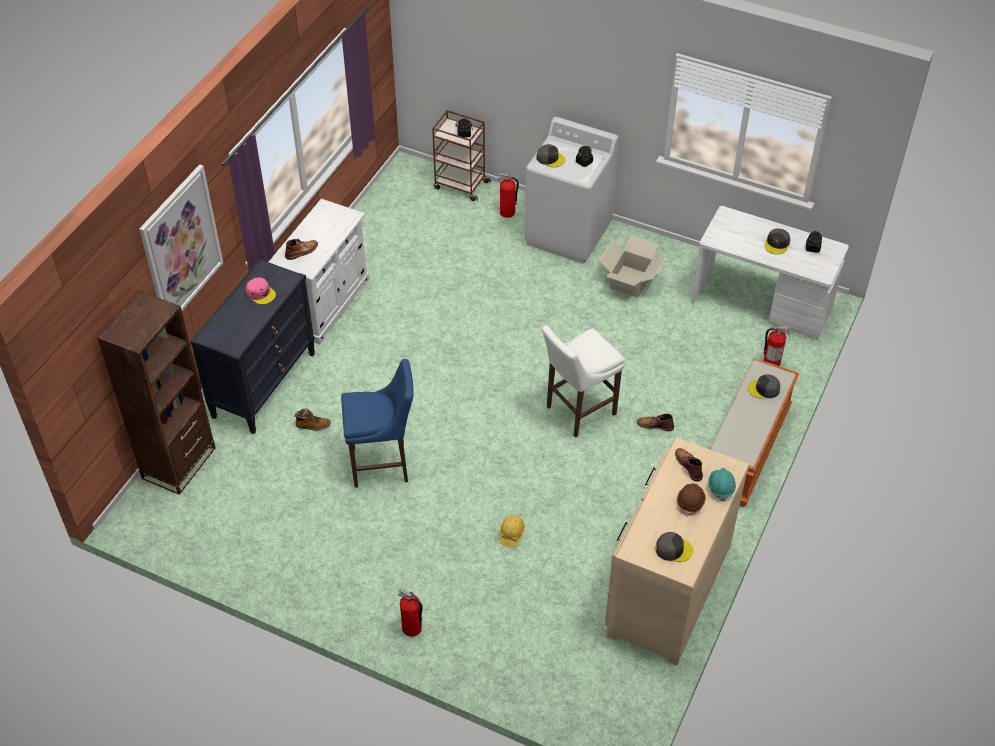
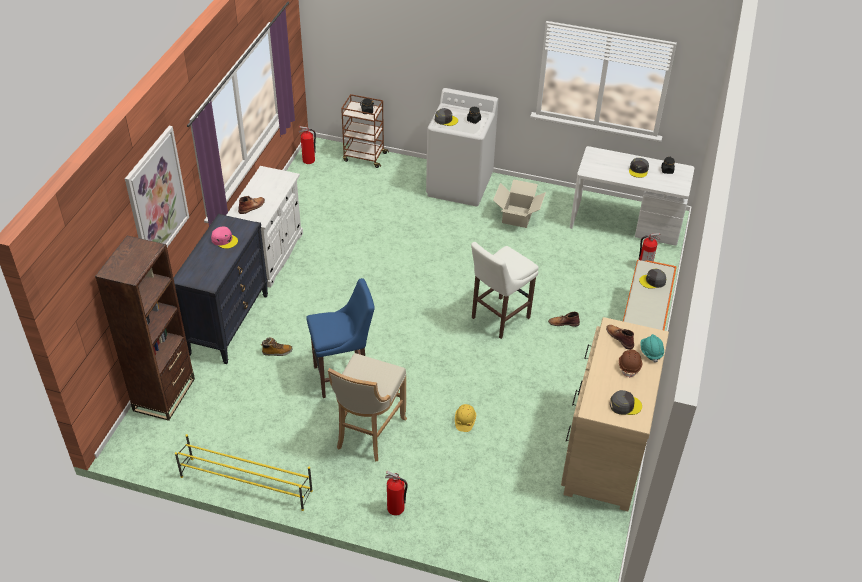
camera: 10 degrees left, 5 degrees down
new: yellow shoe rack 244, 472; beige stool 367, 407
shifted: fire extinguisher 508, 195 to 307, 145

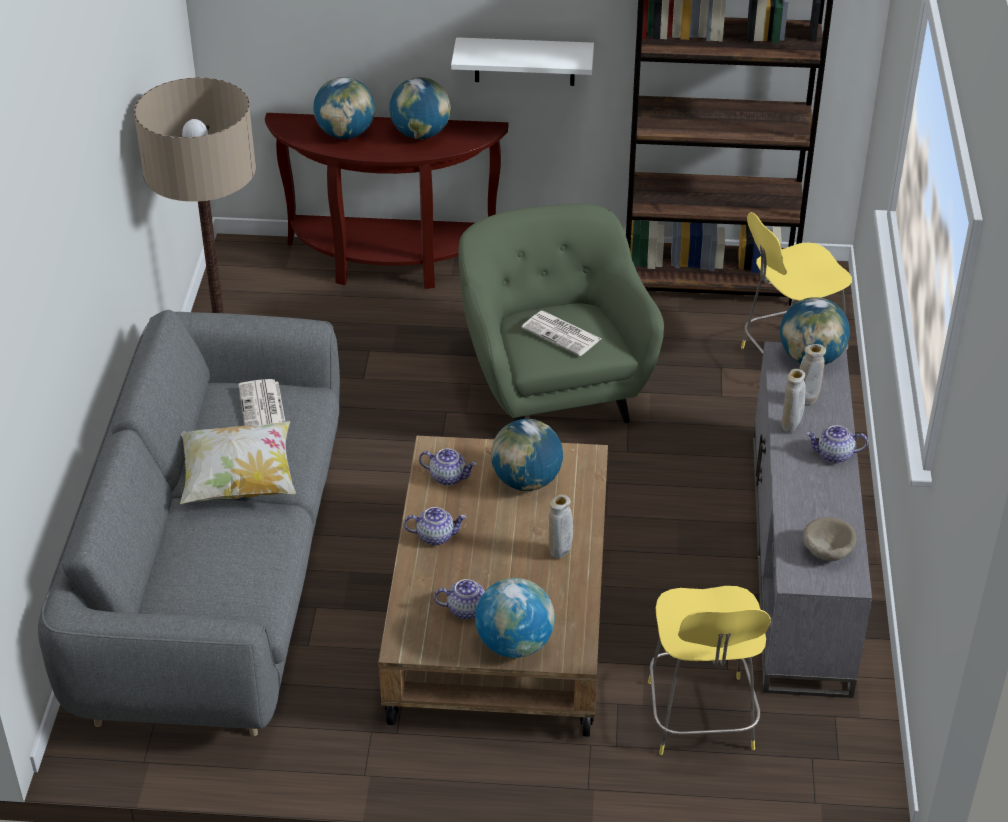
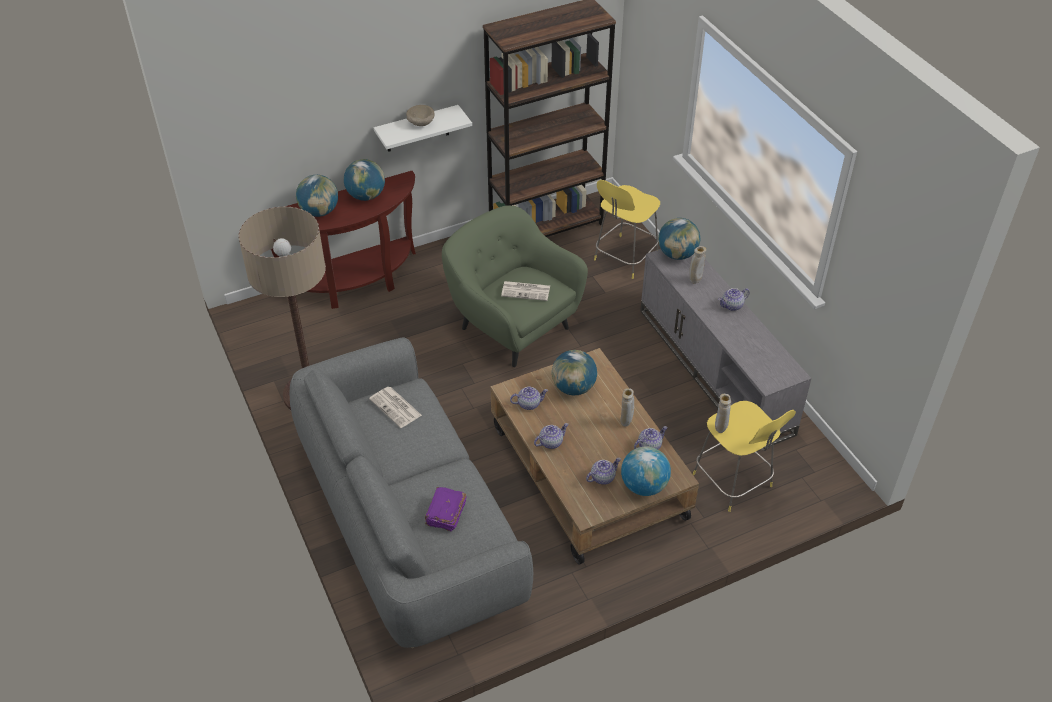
camera: 30 degrees left, 5 degrees up
gone: pillow 238, 462
new: purple book 445, 509; teapot 651, 438
shifted: beige bowl 829, 539 to 420, 115; beige vase 793, 401 to 723, 413

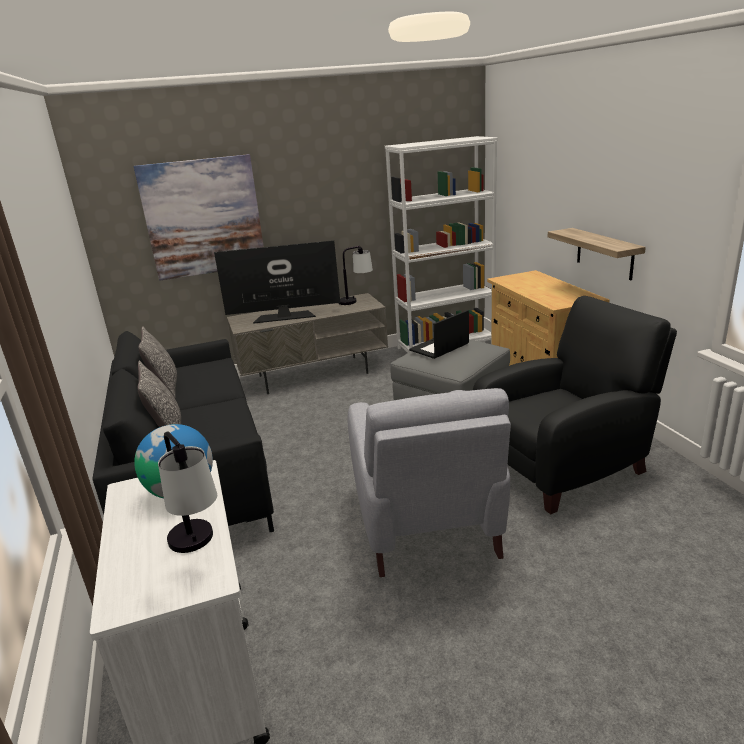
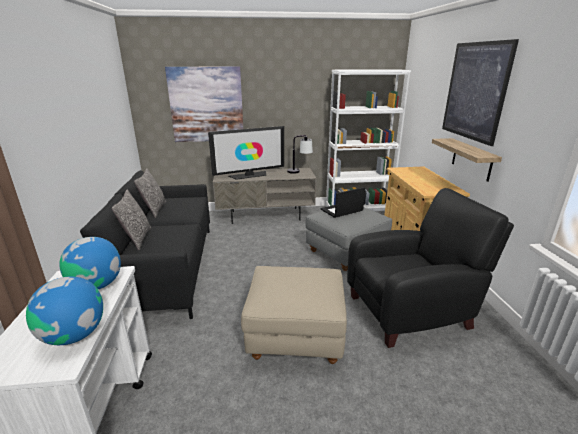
camera: 10 degrees right, 0 degrees up
new: picture 480, 92
swapped: table lamp 187, 492 to globe 64, 311; grey armchair 429, 482 to beige ottoman 294, 315
rotated: television 277, 282 = 246, 153 150 degrees clockwise

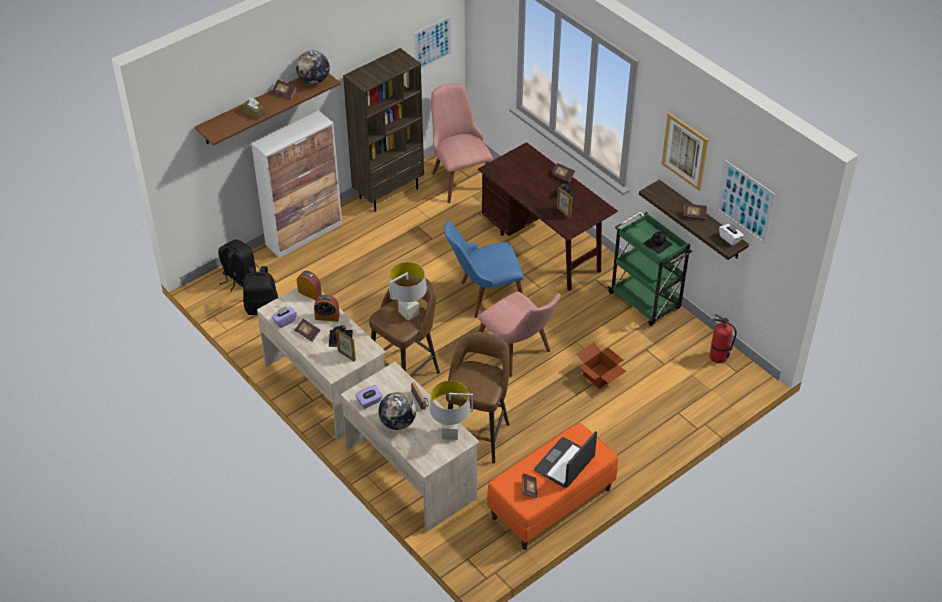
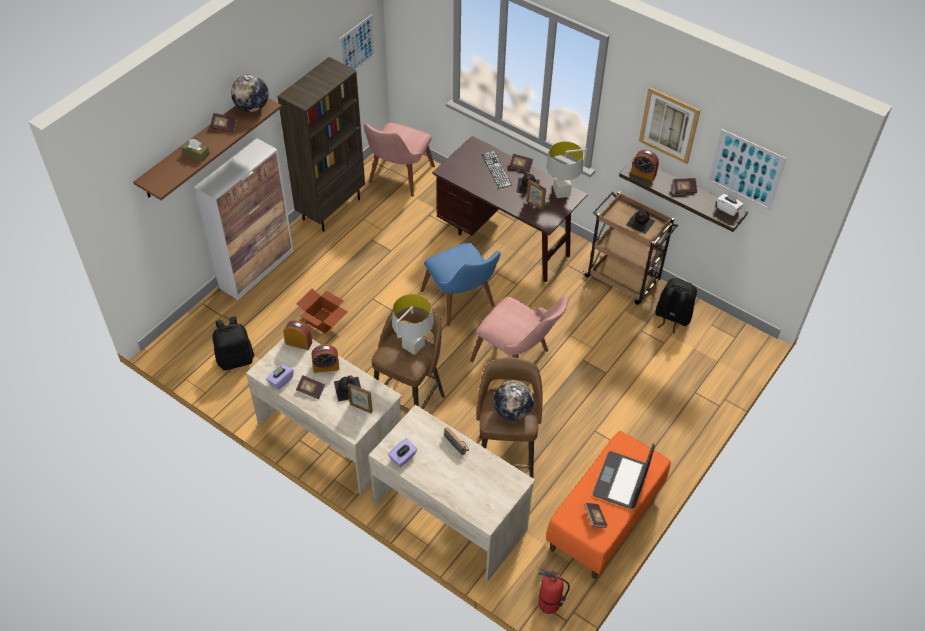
camera: 15 degrees left, 5 degrees up
new: keyboard 497, 170; alarm clock 645, 165
shifted: cardboard box 601, 366 to 322, 311; globe 397, 411 to 514, 400; fire extinguisher 723, 338 to 554, 591; grey table lamp 451, 410 to 566, 169; black backpack 237, 265 to 676, 306
repainted: green cart 650, 269 to brown cart 630, 248
rotated: pink chair 462, 143 = 399, 160 120 degrees counterclockwise; blue chair 484, 269 = 460, 284 90 degrees counterclockwise

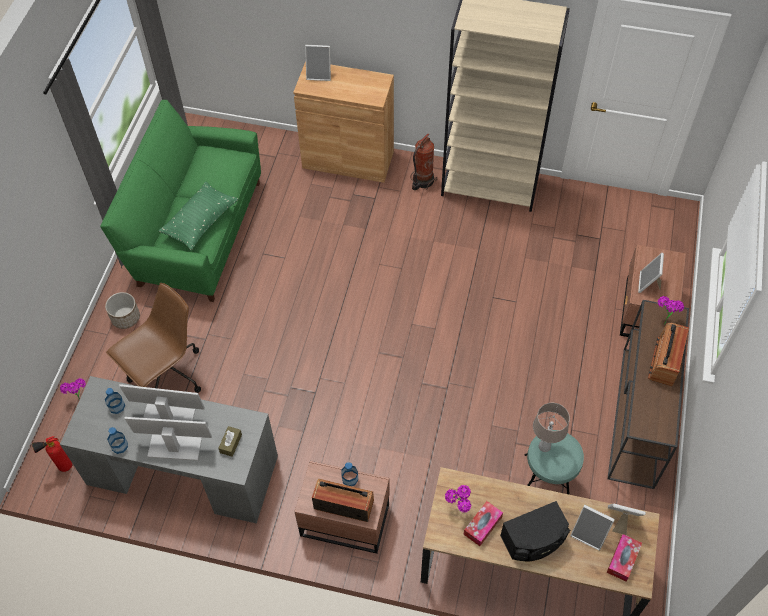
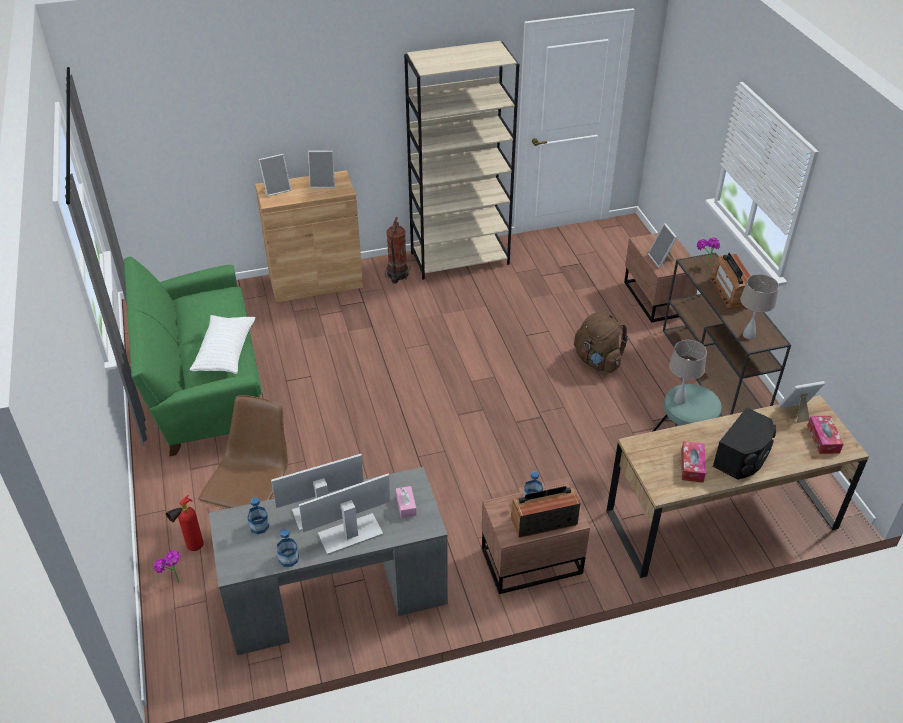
camera: 30 degrees left, 15 degrees down
gone: planter 122, 310; potted plant 458, 498
new: brown backpack 601, 342; beige table lamp 759, 306
shifted: fire extinguisher 52, 454 to 185, 523; picture frame 592, 528 to 321, 169
repainted: green pillow 198, 216 to white pillow 222, 344; brown tissue box 230, 441 to pink tissue box 406, 502

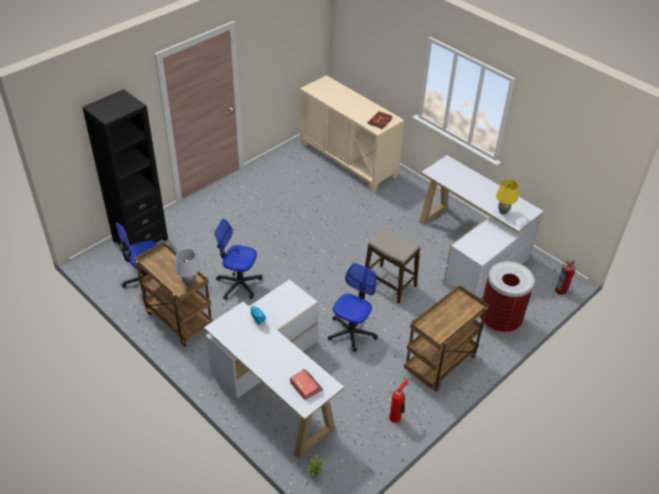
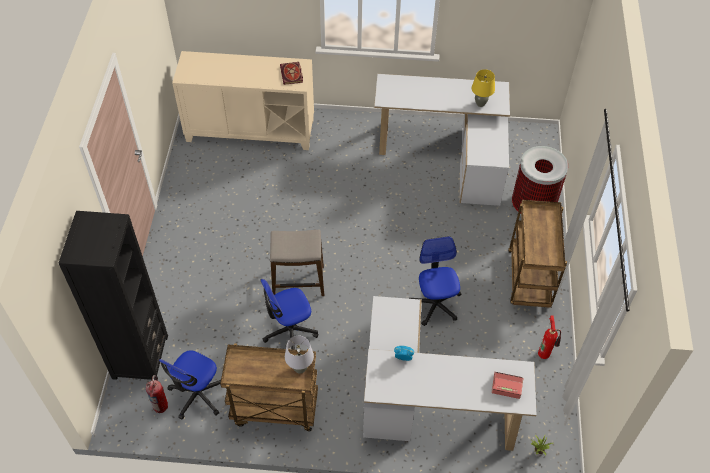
camera: 40 degrees left, 10 degrees up
shifted: fire extinguisher 565, 277 to 157, 394; stool 392, 265 to 297, 263

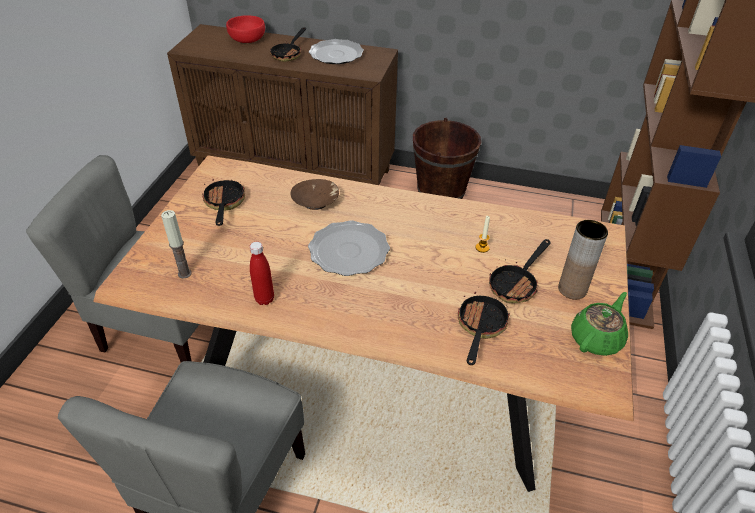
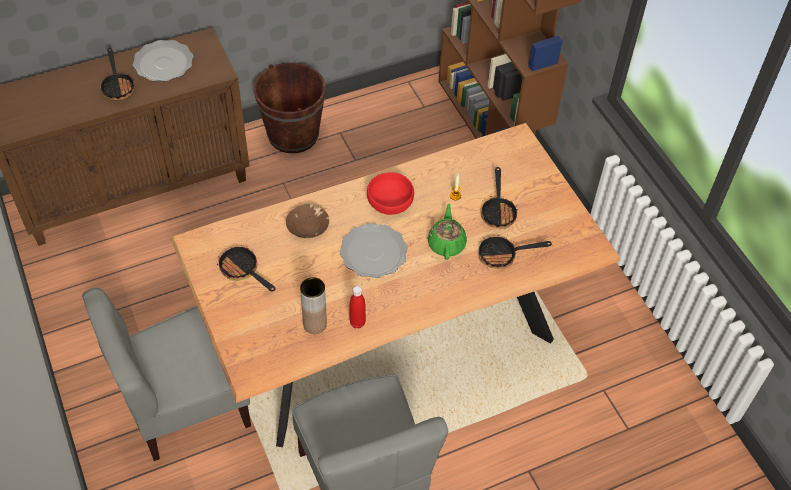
camera: 40 degrees left, 10 degrees up
gone: candle 176, 244
shifted: brown vase 583, 259 to 313, 305; red bowl 245, 29 to 390, 193; green teapot 599, 324 to 447, 232
rotated: frying pan 484, 328 = 515, 250 75 degrees counterclockwise

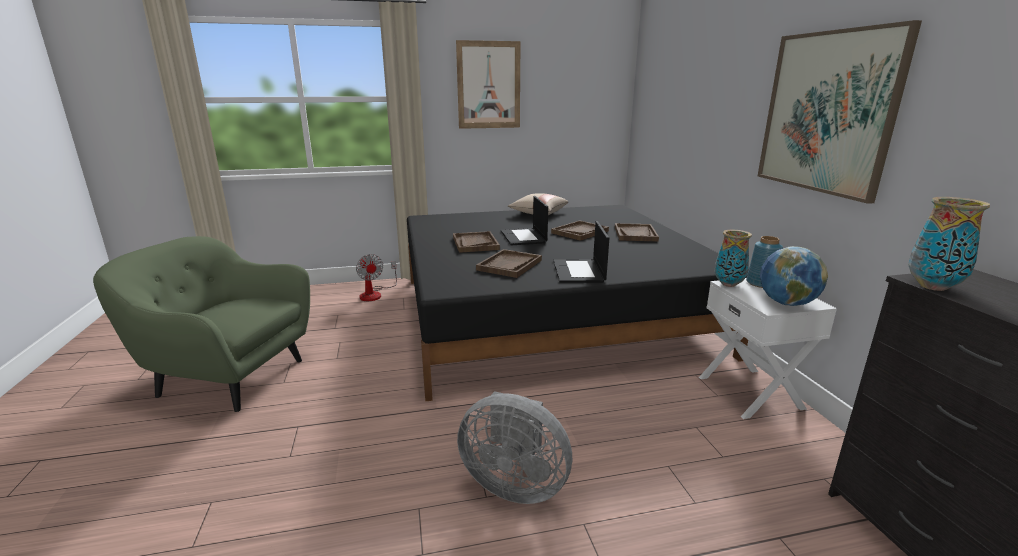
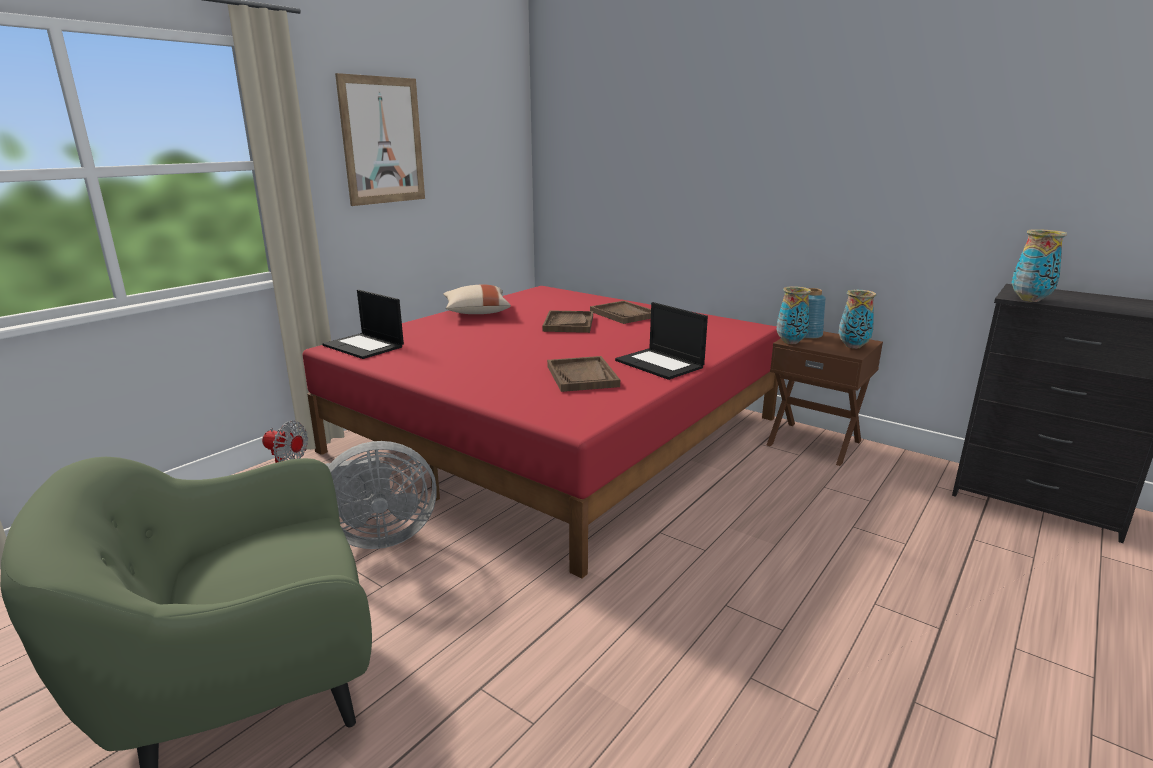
camera: 40 degrees left, 0 degrees up
gone: brown tray 476, 242; picture 840, 112
shifted: laptop 524, 220 to 363, 324; grey fan 514, 447 to 381, 495
swapped: globe 794, 276 to vase 857, 319
repainted: black bed 578, 303 to red bed 541, 432; white nightstand 768, 348 to brown nightstand 825, 398

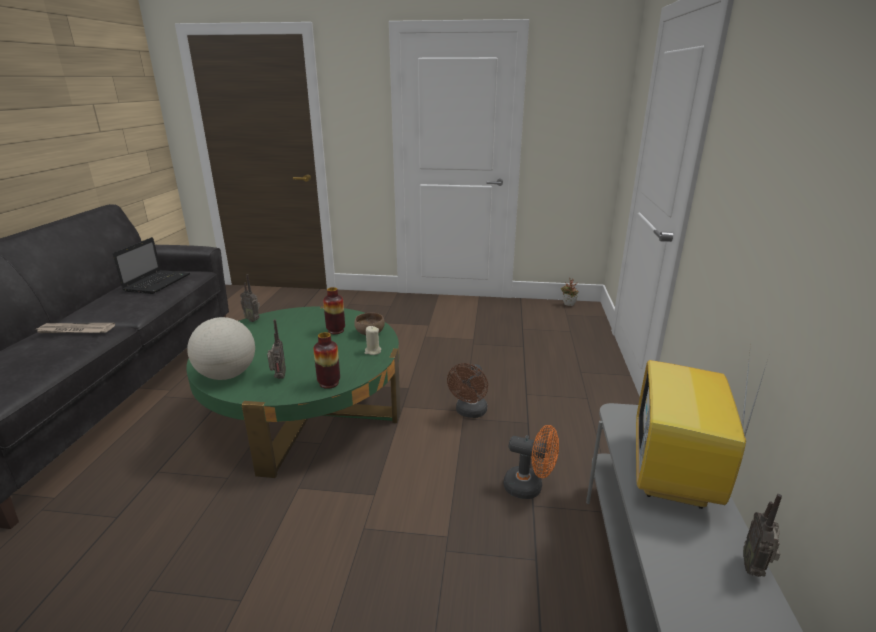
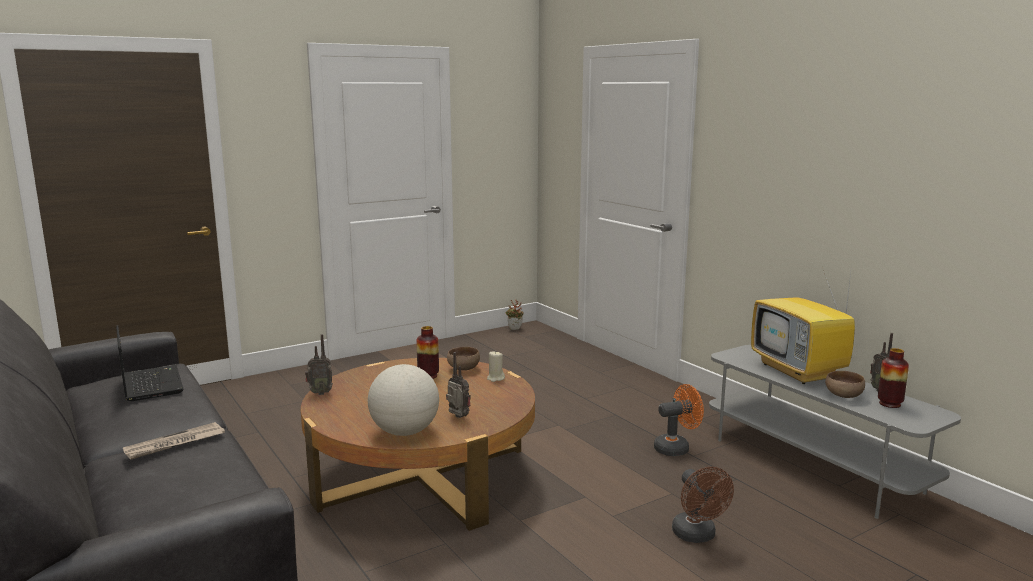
camera: 40 degrees left, 10 degrees down
new: brown bowl 845, 384
shifted: brown fan 467, 390 to 703, 505; vase 326, 360 to 893, 378
repainted: green coffee table 293, 392 to brown coffee table 418, 444

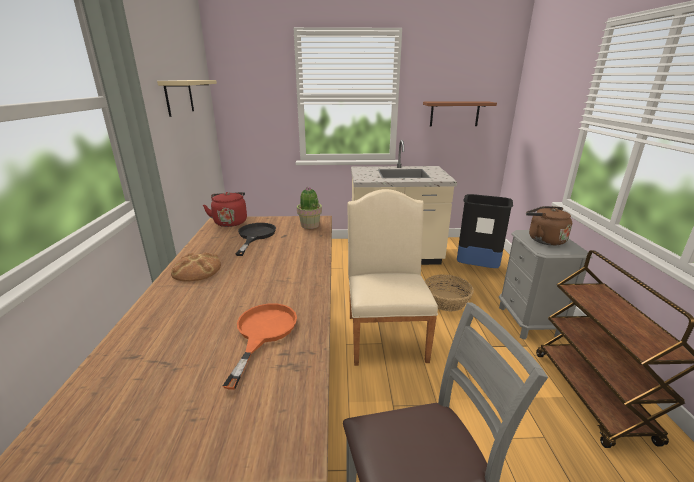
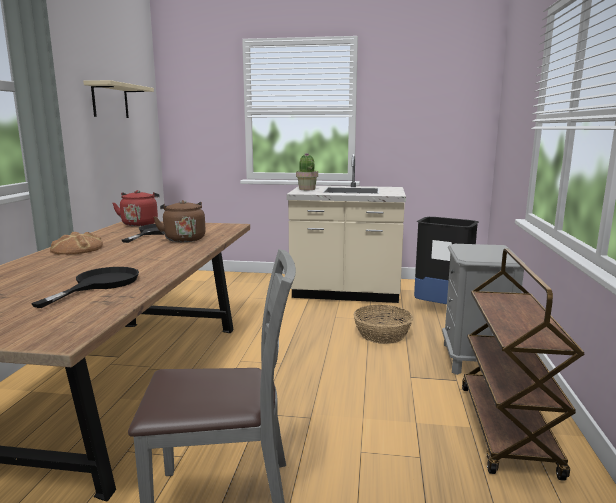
camera: 10 degrees right, 10 degrees down
gone: beige chair 393, 277; brown shelf 460, 113
shifted: brown kettle 549, 226 to 180, 221; potted plant 309, 207 to 307, 171
repainted: orange frying pan 260, 346 to black frying pan 85, 287

